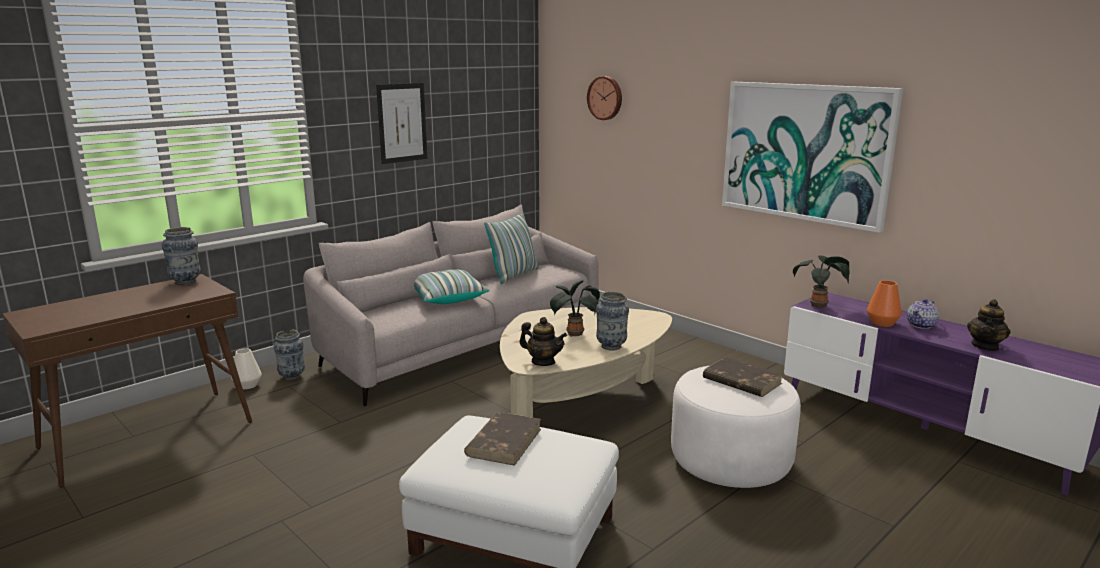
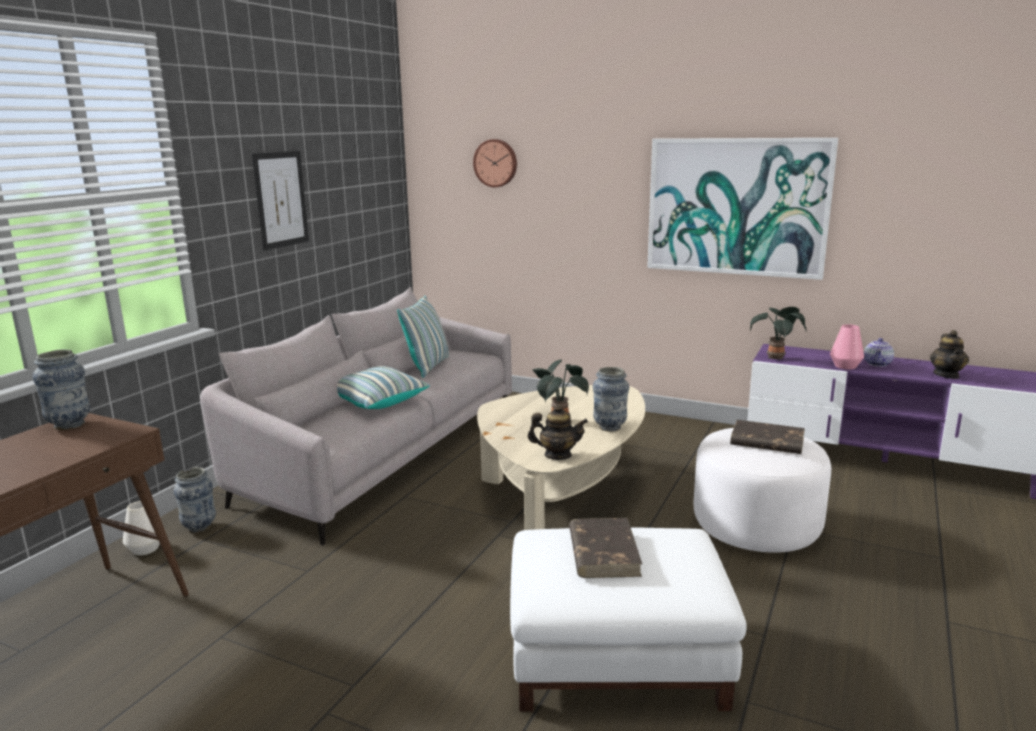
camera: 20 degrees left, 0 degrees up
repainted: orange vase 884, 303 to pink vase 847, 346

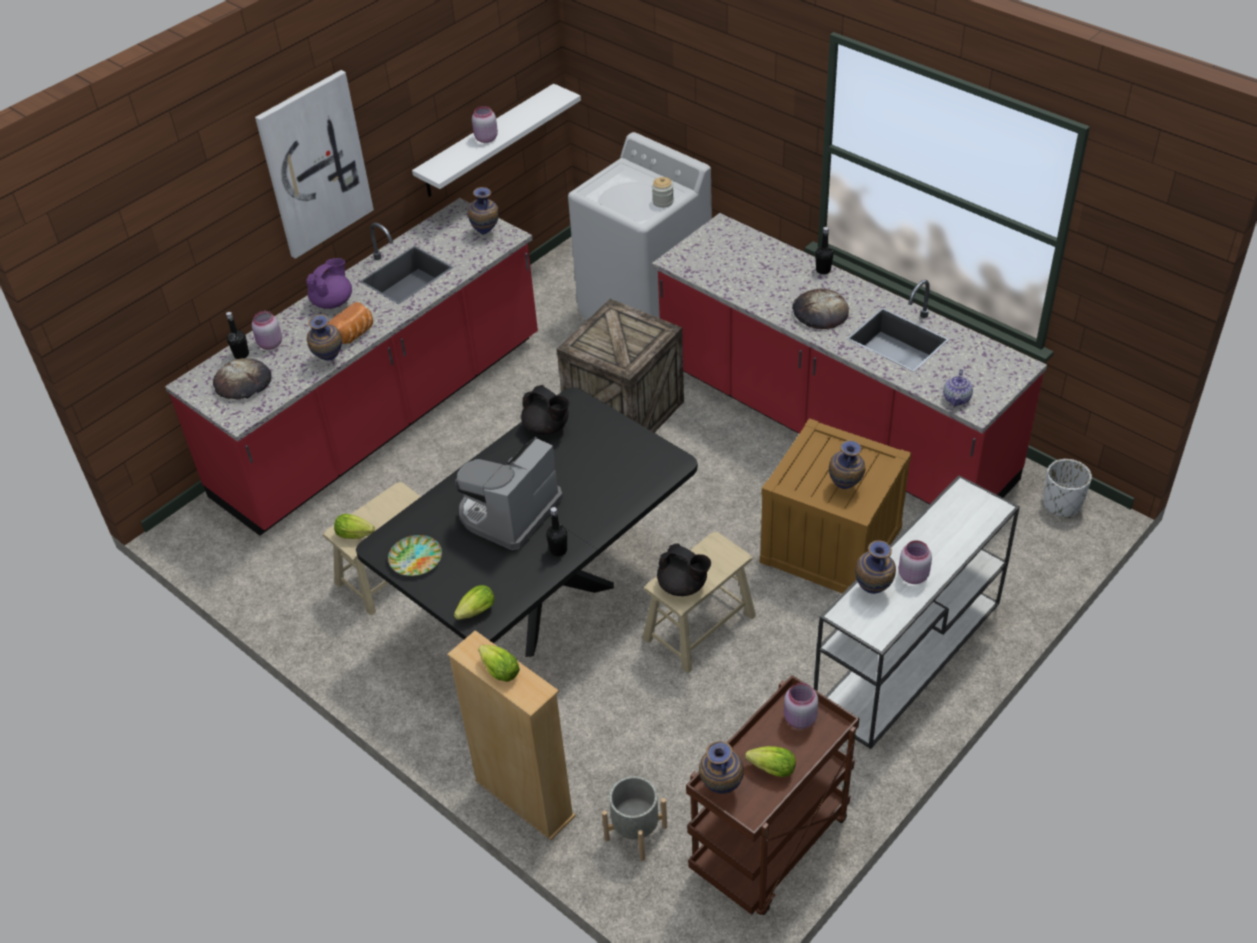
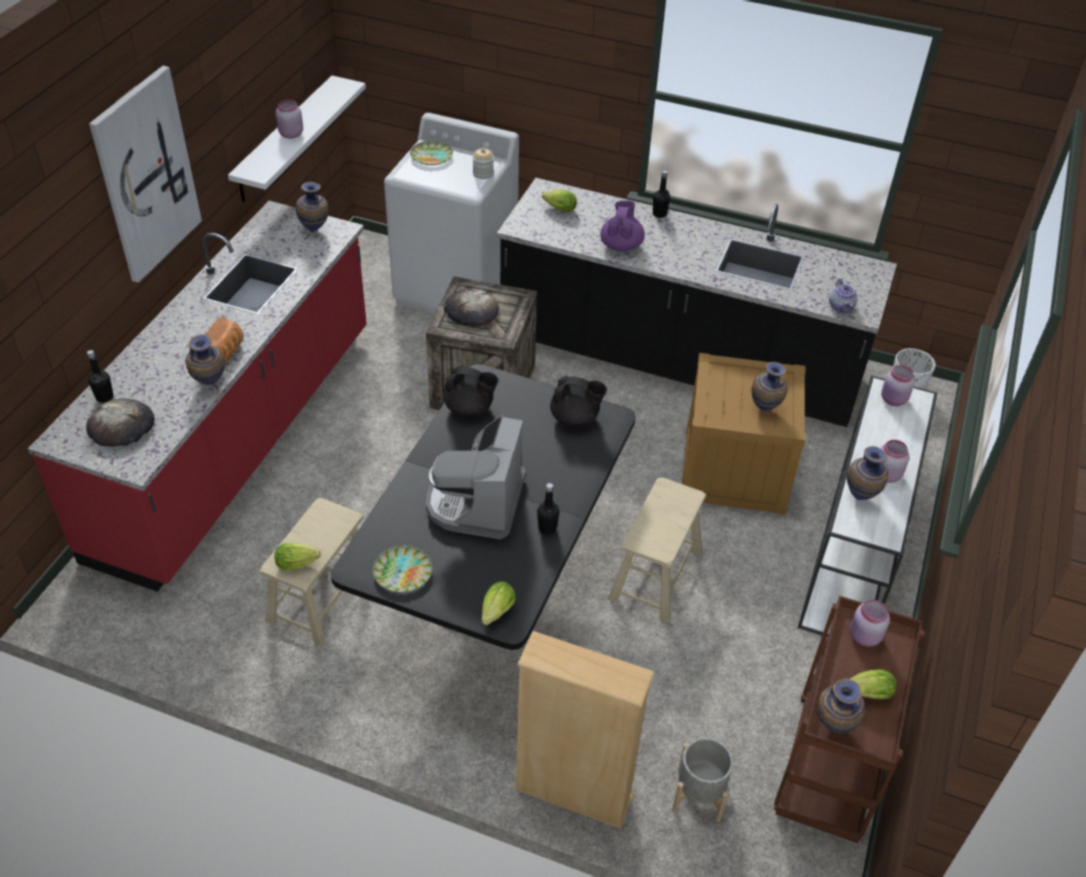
camera: 25 degrees left, 0 degrees up
new: plate 431, 153
shifted: bread 820, 308 to 471, 307; lettuce 499, 663 to 559, 201; black teapot 684, 569 to 578, 401; purple teapot 329, 283 to 622, 226; pink jar 267, 330 to 898, 385
repainted: red counter 849, 359 to black counter 697, 302

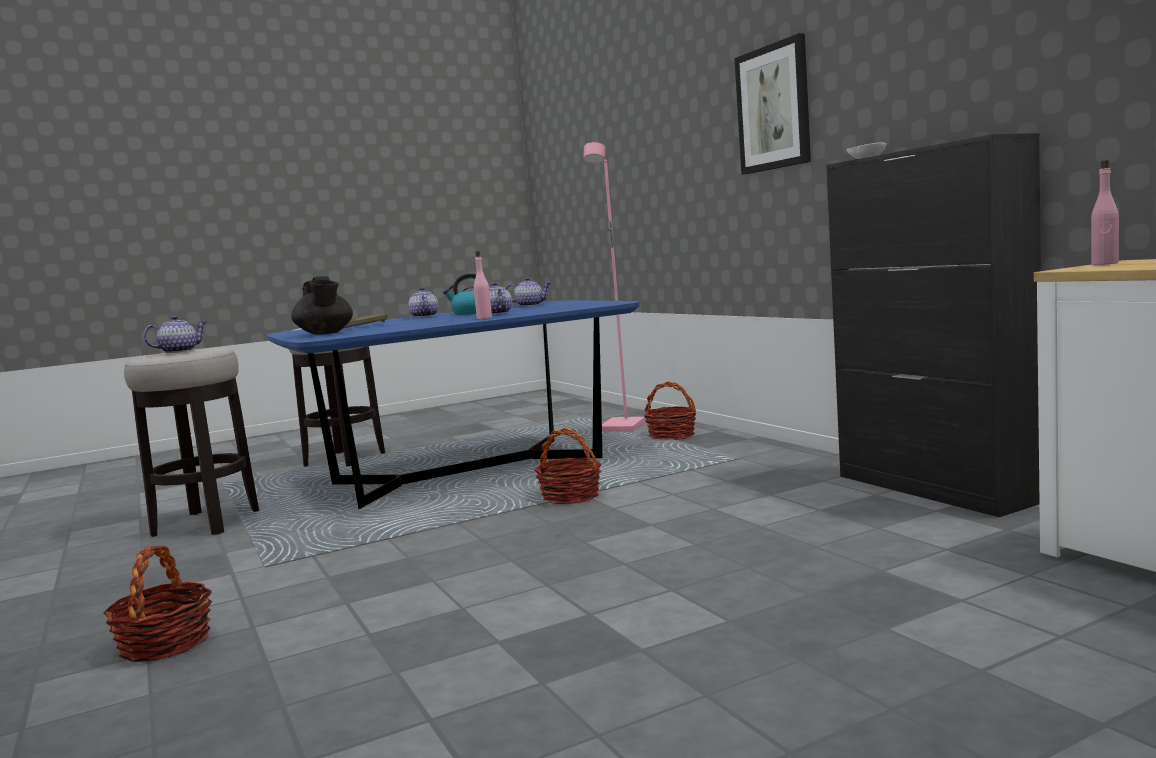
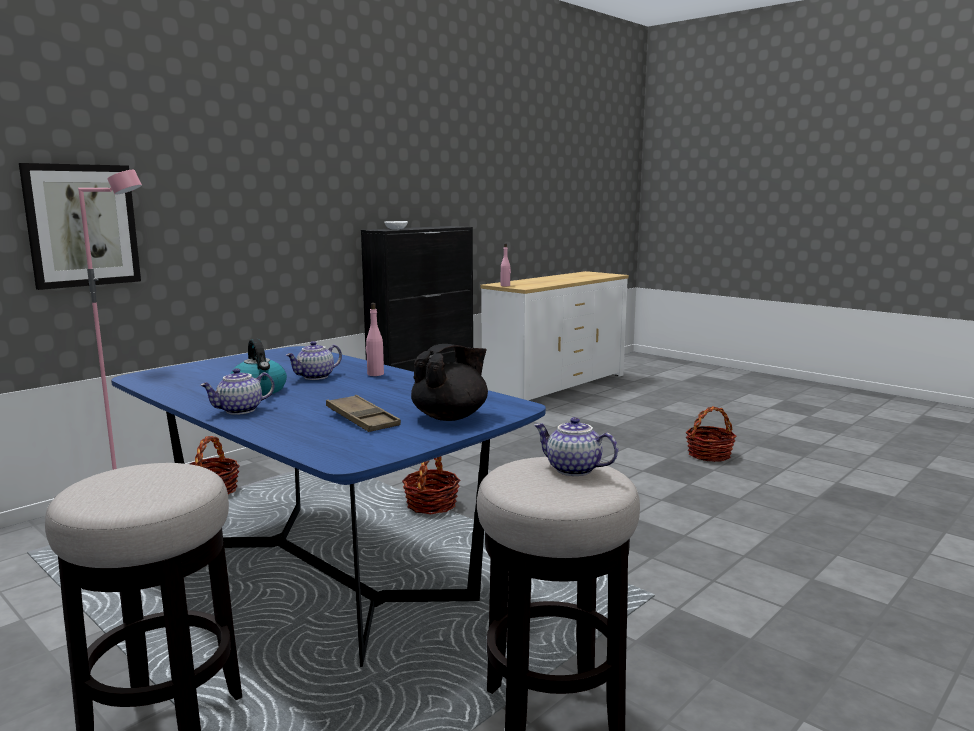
camera: 110 degrees left, 5 degrees up
gone: teapot 528, 292
shifted: picture 773, 104 to 80, 226; basket 157, 603 to 711, 434

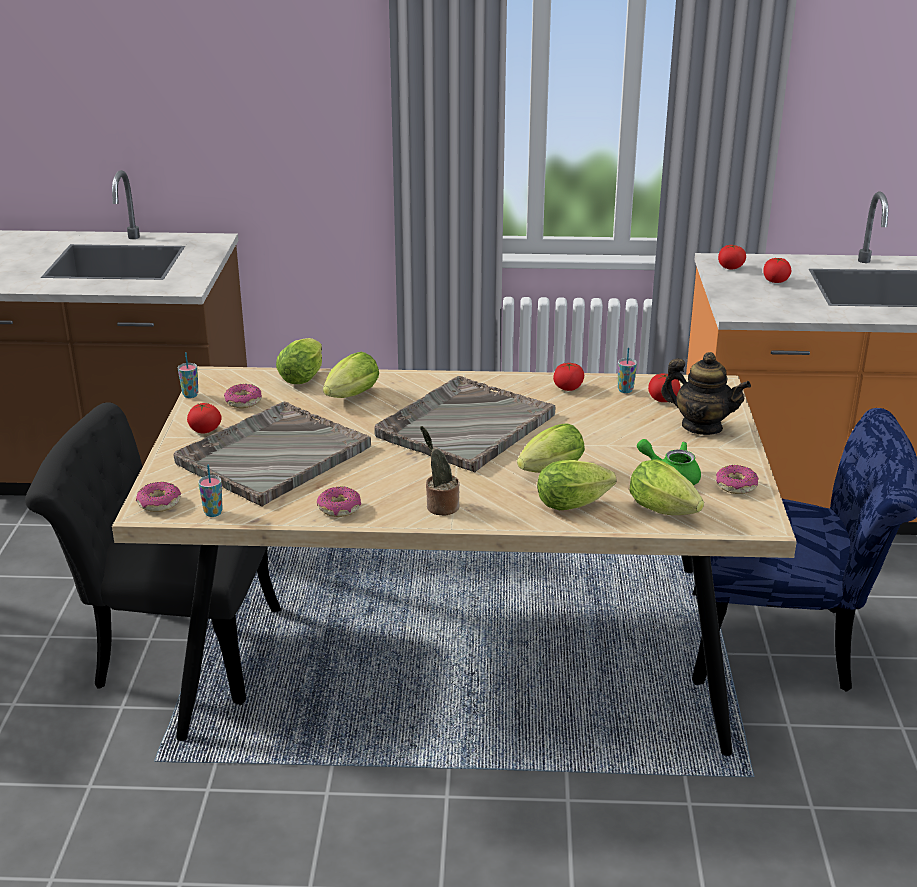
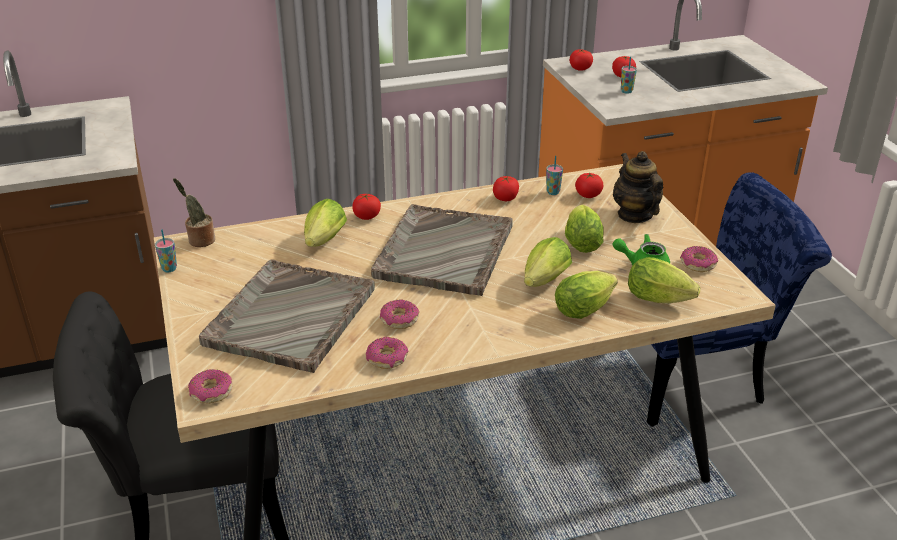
camera: 20 degrees left, 5 degrees up
shifted: potted plant 440, 471 to 194, 212; tomato 204, 418 to 366, 207; donut 243, 396 to 399, 314; lettuce 299, 361 to 584, 228; cup 210, 491 to 629, 75
rotated: teapot 706, 393 = 638, 187 120 degrees counterclockwise

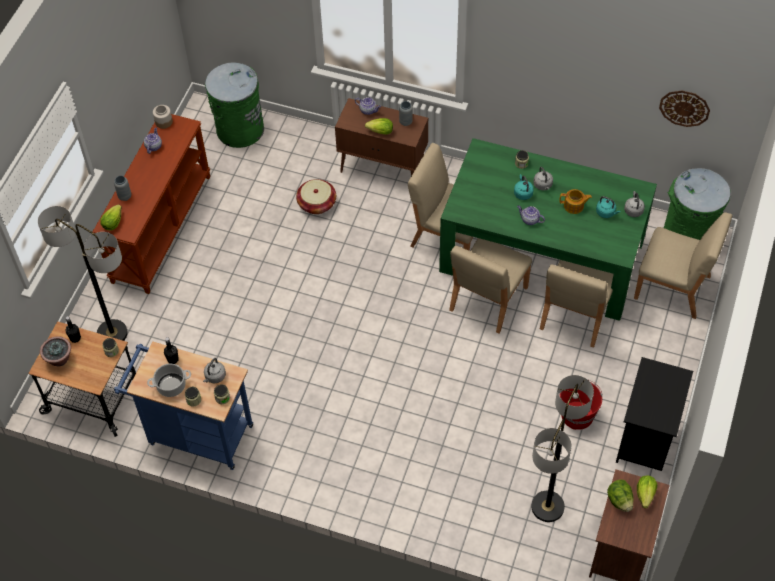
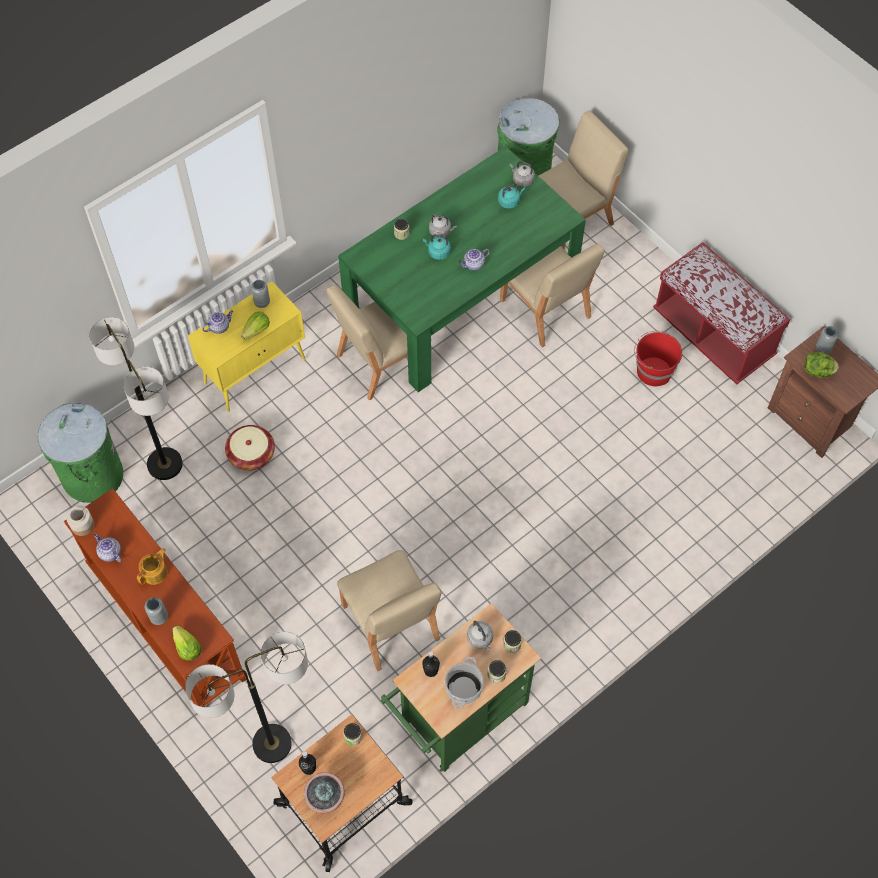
camera: 60 degrees left, 5 degrees up
gone: wall clock 684, 109
shifted: floor lamp 562, 448 to 136, 398; teapot 576, 201 to 152, 566; beige chair 490, 285 to 389, 610
swapped: black nightstand 654, 414 to red bench 721, 313; lettuce 647, 491 to grey vase 827, 340
repainted: brown cabinet 381, 137 to yellow cabinet 247, 346; blue cart 183, 406 to green cart 461, 687

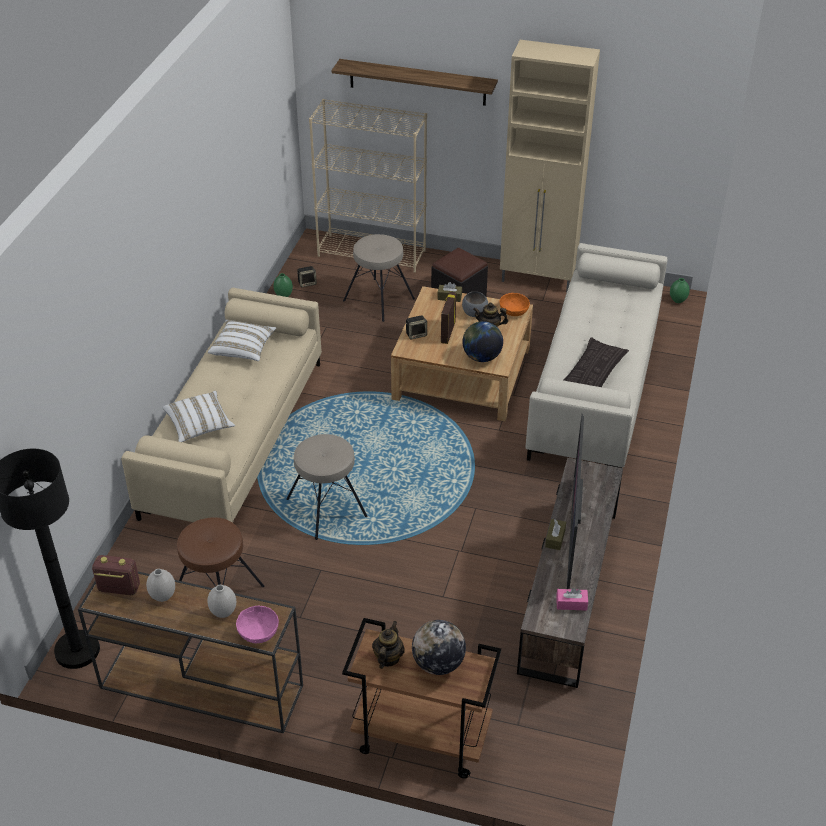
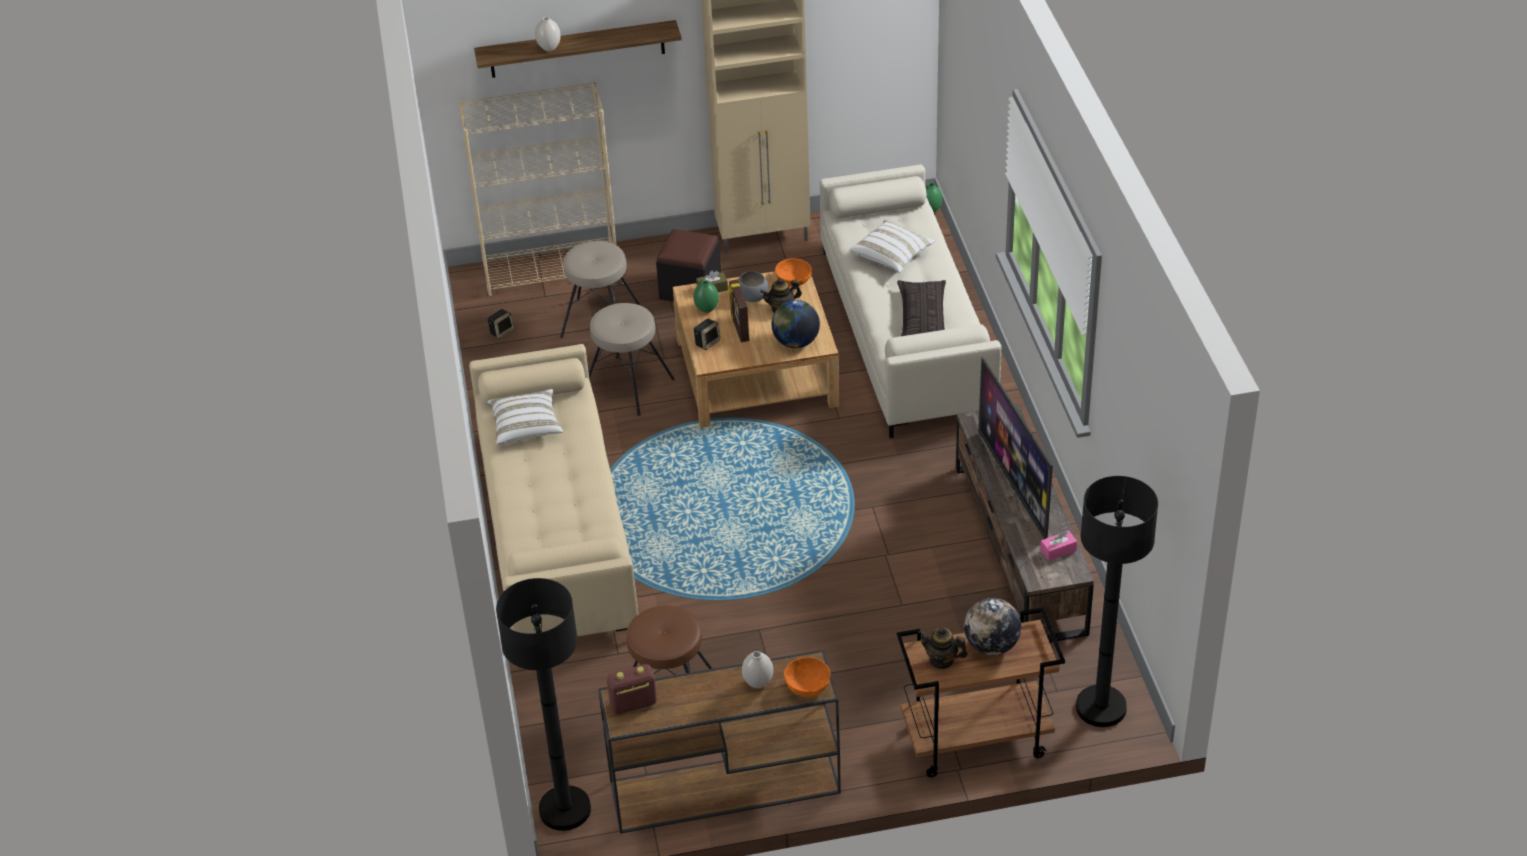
camera: 25 degrees left, 0 degrees up
gone: brown tissue box 555, 534
new: black floor lamp 1117, 601
shifted: white vase 160, 585 to 548, 34; beige stool 326, 487 to 632, 359; green vase 283, 285 to 706, 296; white pillow 198, 416 to 892, 246
repainted: pink bowl 257, 624 to orange bowl 807, 677
rotated: teapot 388, 645 = 943, 648 60 degrees counterclockwise

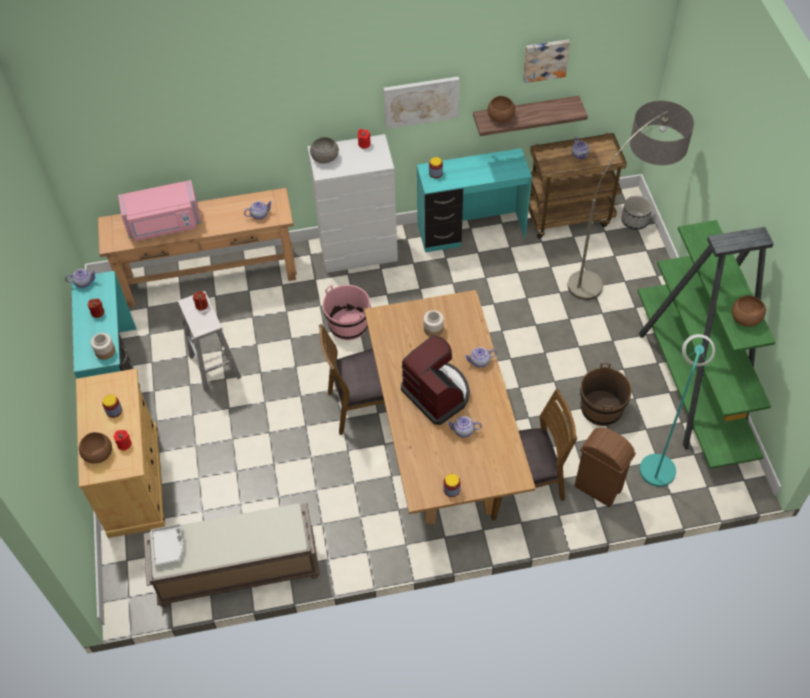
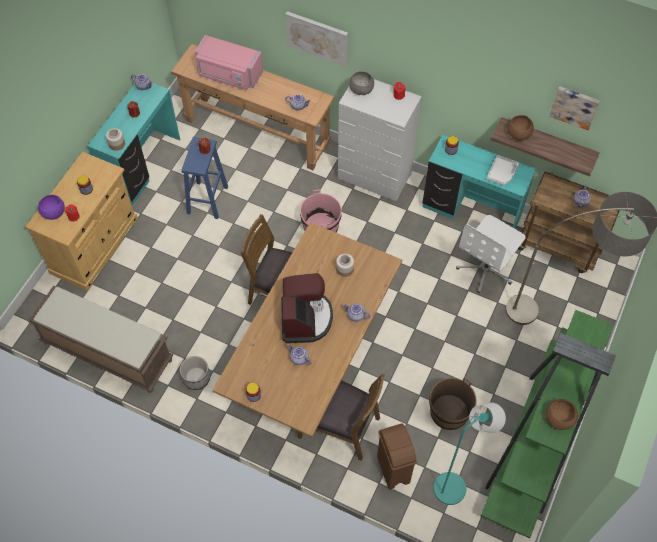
camera: 35 degrees right, 5 degrees up
new: white office chair 491, 254
shifted: planter 636, 213 to 195, 373; picture 422, 103 to 316, 39; white tray 167, 545 to 503, 170
repainted: brown bowl 95, 448 to purple bowl 51, 207; white stool 209, 341 to blue stool 204, 178

